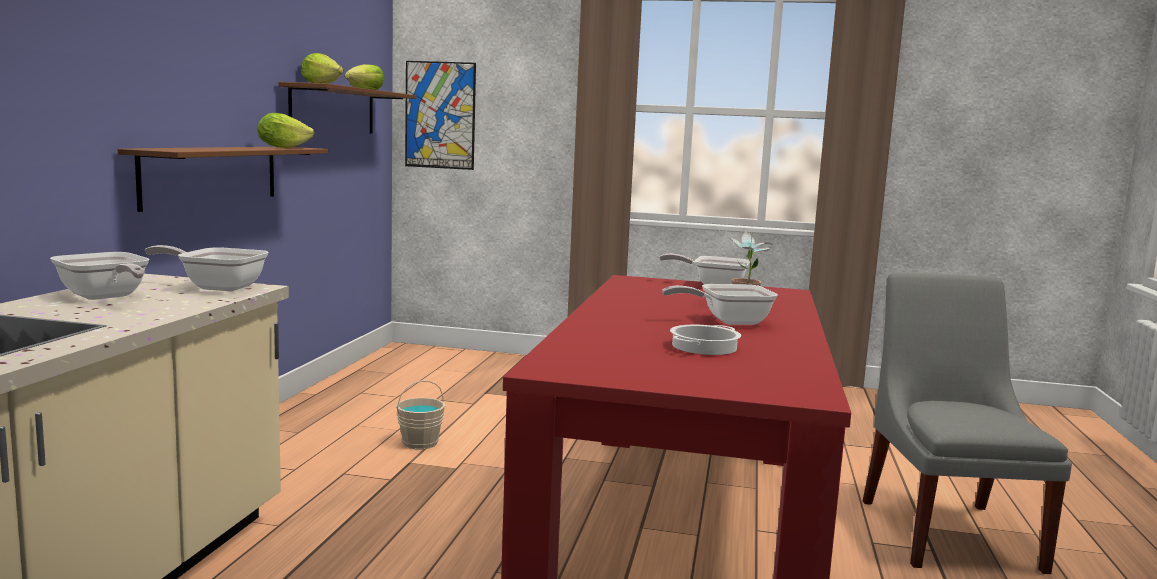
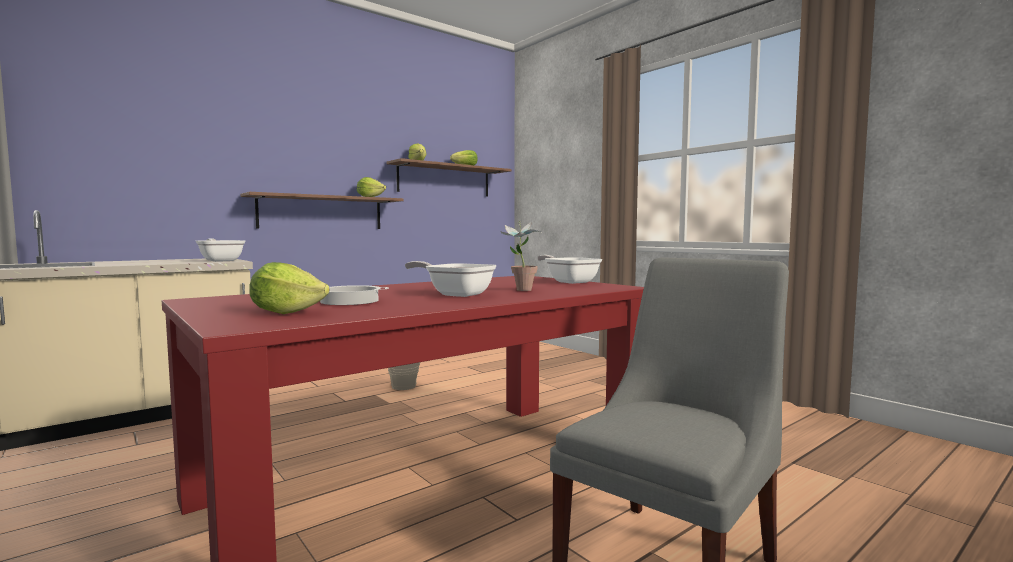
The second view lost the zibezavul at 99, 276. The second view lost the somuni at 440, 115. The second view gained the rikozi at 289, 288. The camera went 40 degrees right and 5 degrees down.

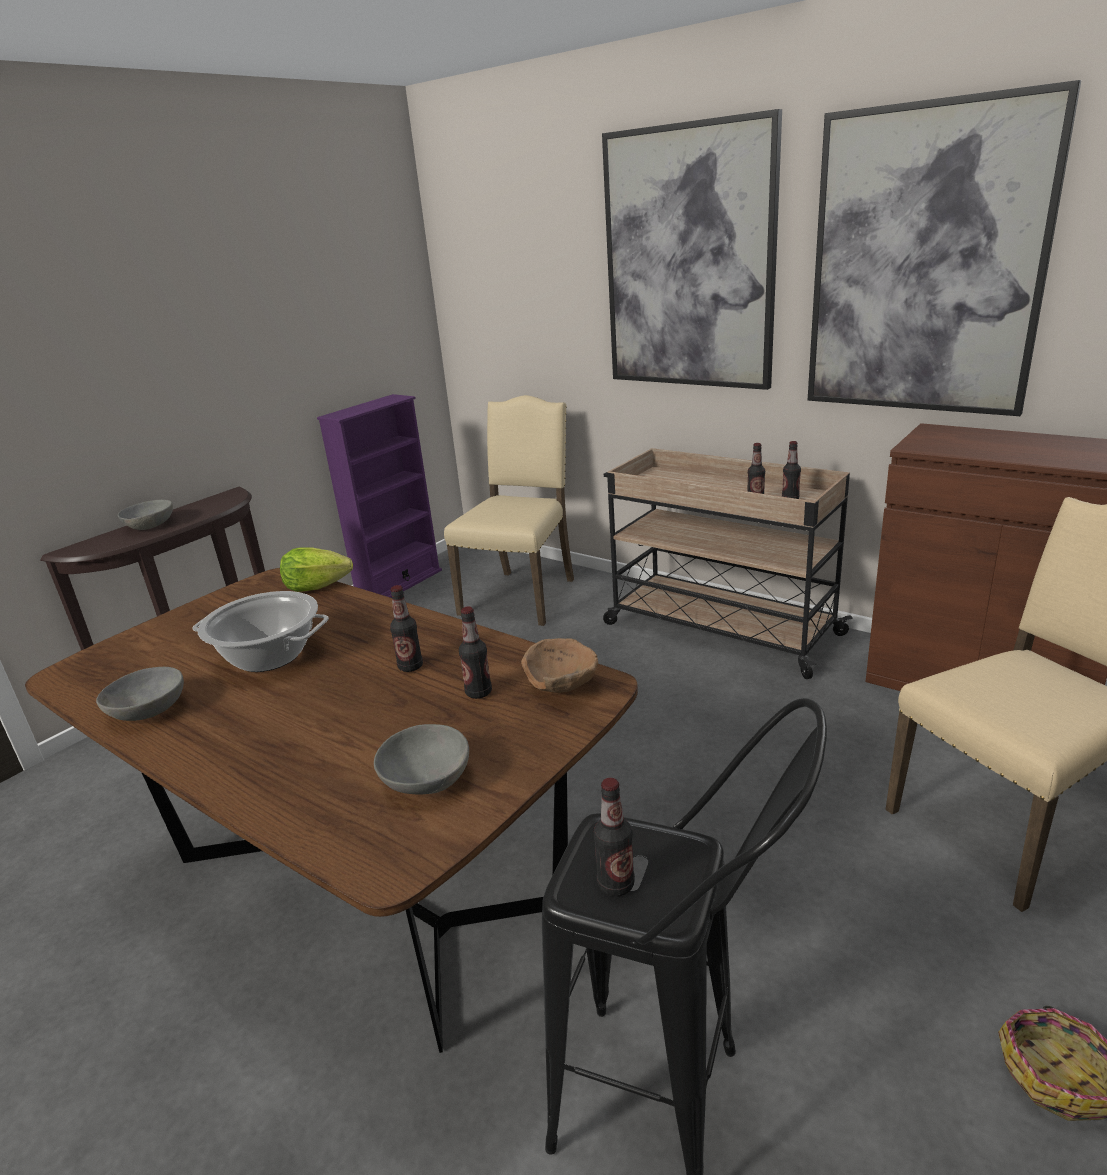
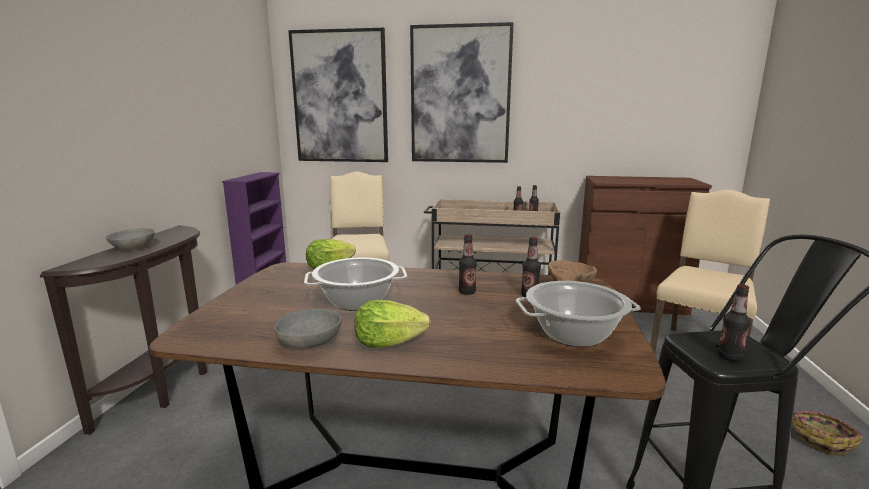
The second view gained the rikozi at 392, 324. The somuni ended up elsewhere, having gone from 944, 248 to 338, 95. Where the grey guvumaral stood at 421, 759, the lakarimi came to stand at 578, 314. The camera went 30 degrees left and 10 degrees down.

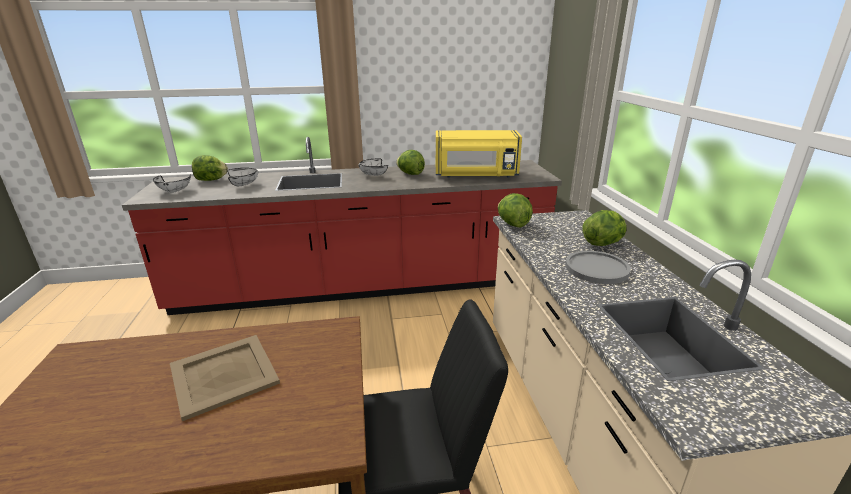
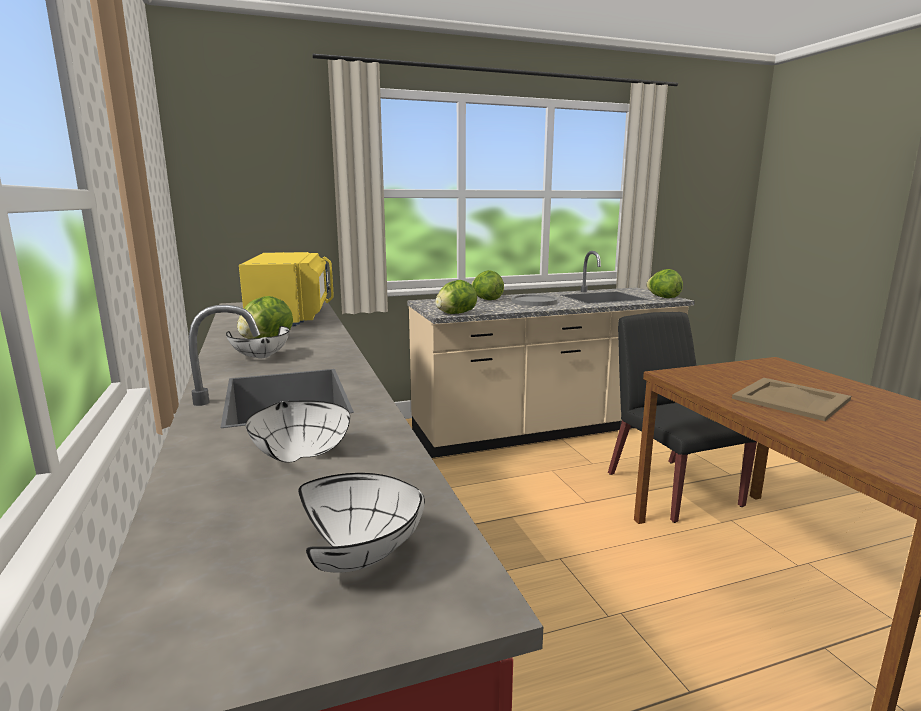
The rikozi ended up elsewhere, having gone from 210, 168 to 664, 283. The camera went 100 degrees left and 10 degrees down.

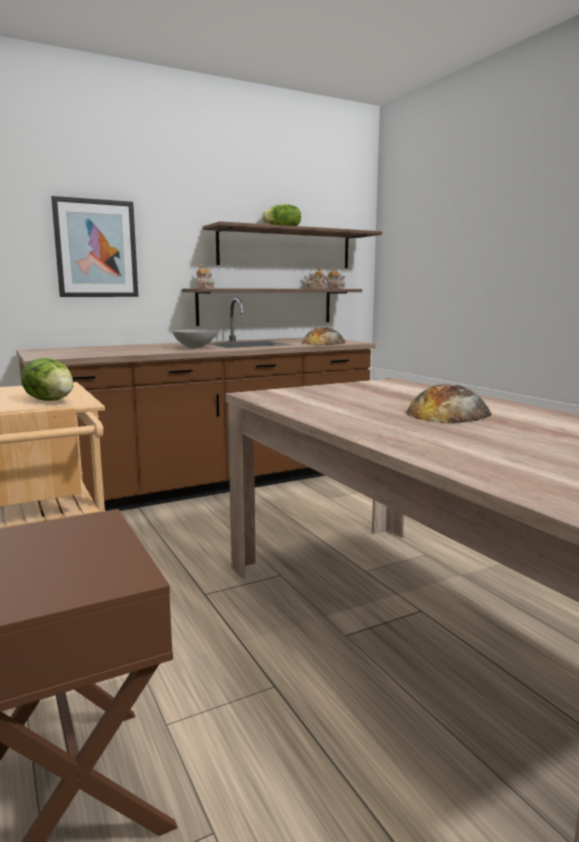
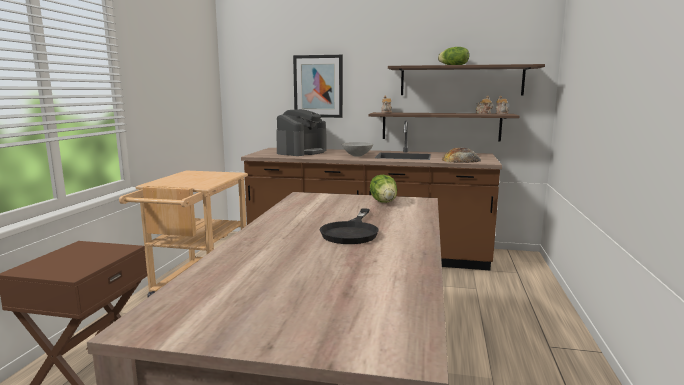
The second view gained the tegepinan at 301, 132. The rikozi ended up elsewhere, having gone from 47, 379 to 383, 189. Where the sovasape stood at 449, 403, the black zibezavul came to stand at 349, 226. The camera went 40 degrees right and 0 degrees up.

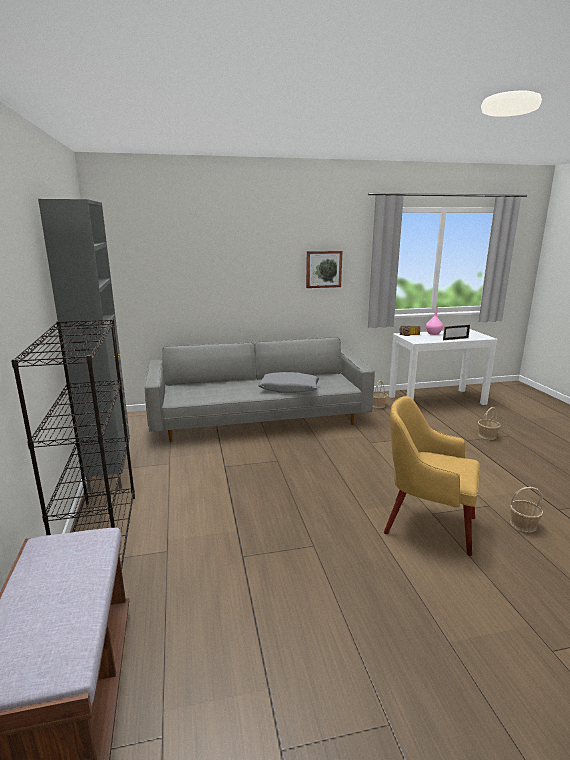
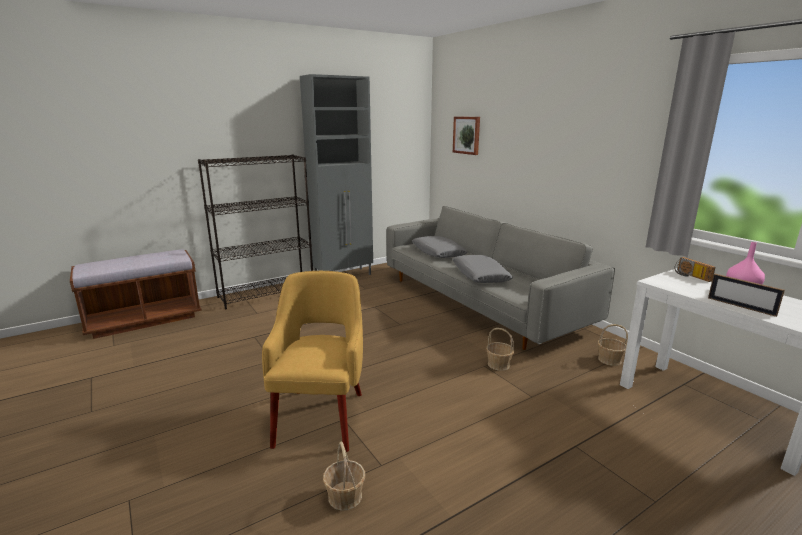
The second view gained the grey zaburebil at 440, 247. The somuni ended up elsewhere, having gone from 324, 269 to 466, 135. The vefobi ended up elsewhere, having gone from 489, 423 to 500, 349. The camera went 70 degrees right and 0 degrees up.

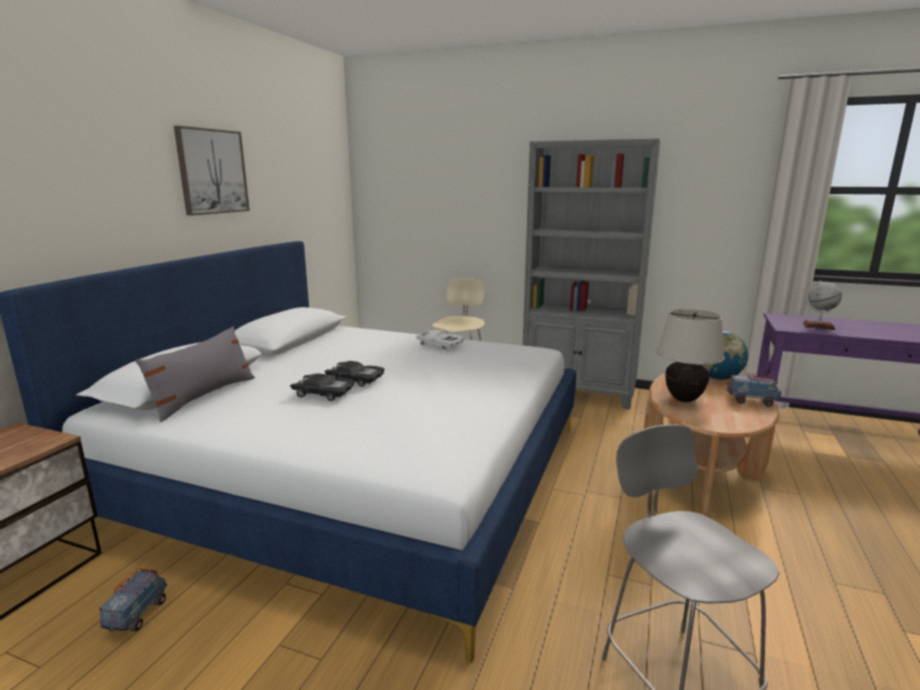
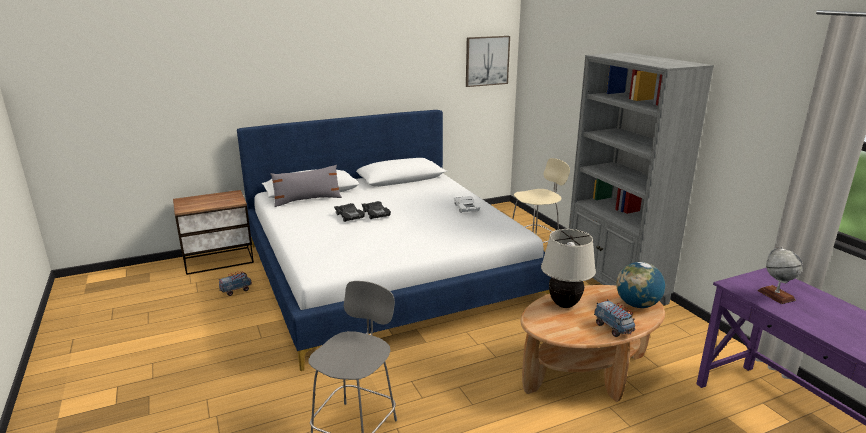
The somuni ended up elsewhere, having gone from 212, 171 to 488, 61. The camera went 45 degrees right and 5 degrees up.

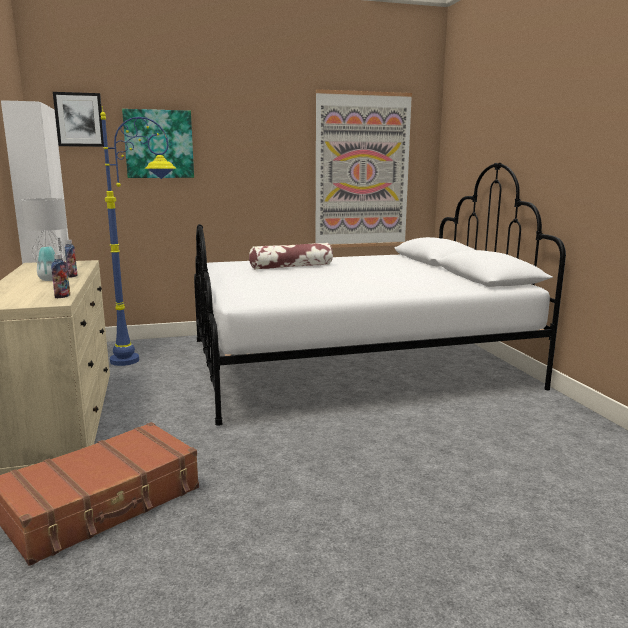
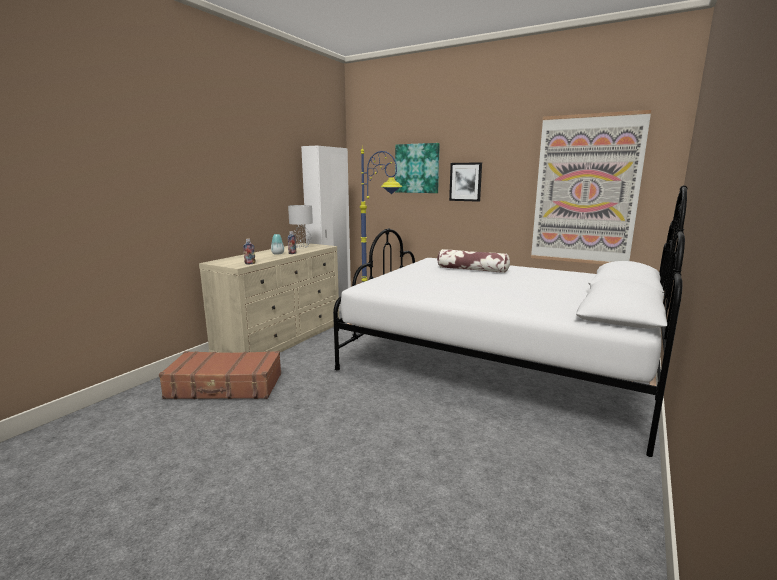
The somuni ended up elsewhere, having gone from 78, 119 to 465, 182. The camera went 45 degrees right and 0 degrees up.

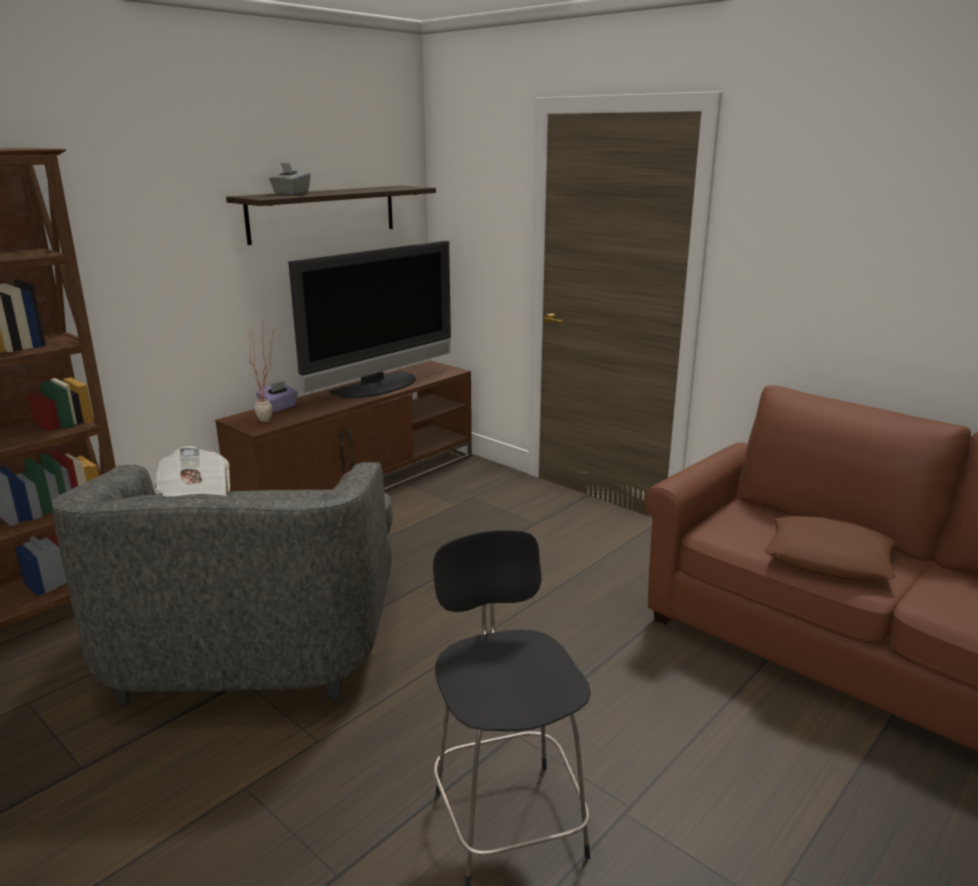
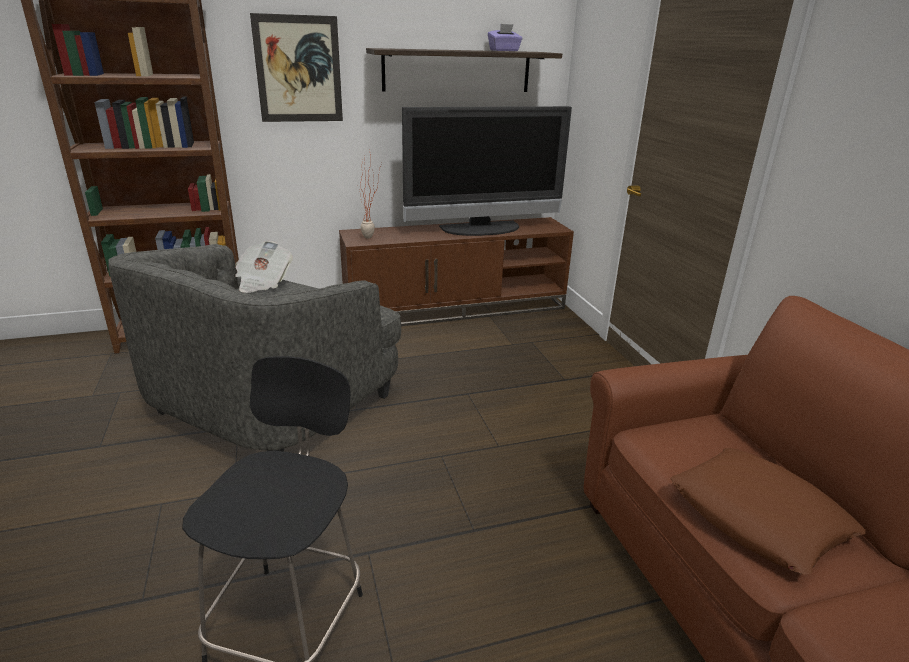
The second view lost the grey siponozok at 289, 179. The second view gained the somuni at 296, 67. The purple siponozok ended up elsewhere, having gone from 277, 397 to 505, 37. The camera went 30 degrees right and 5 degrees up.

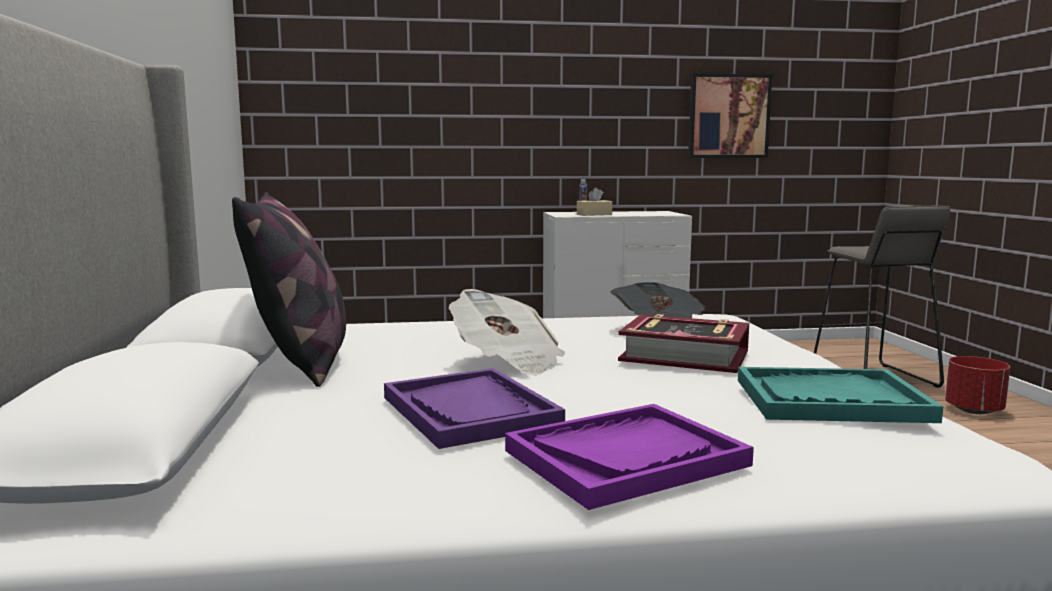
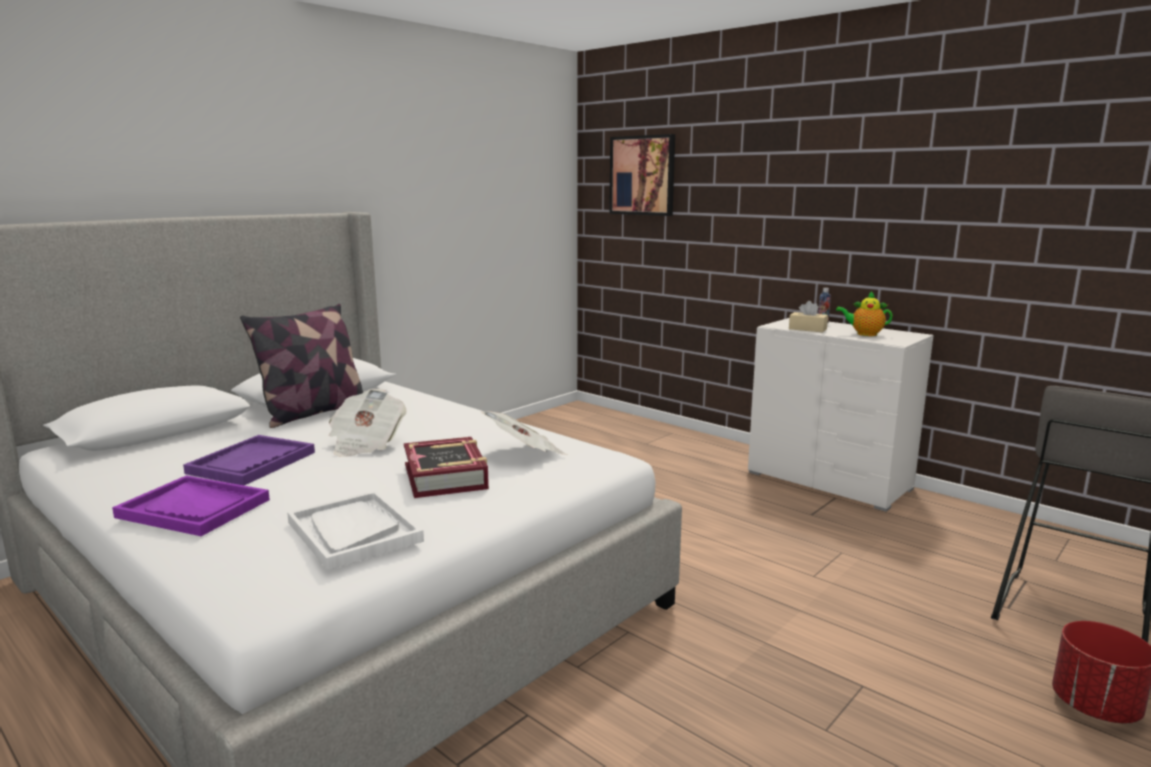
The second view gained the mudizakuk at 864, 314. The somuni ended up elsewhere, having gone from 730, 115 to 642, 175. What was the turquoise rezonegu at 840, 395 turned into the white rezonegu at 355, 530. The camera went 50 degrees right and 5 degrees up.

